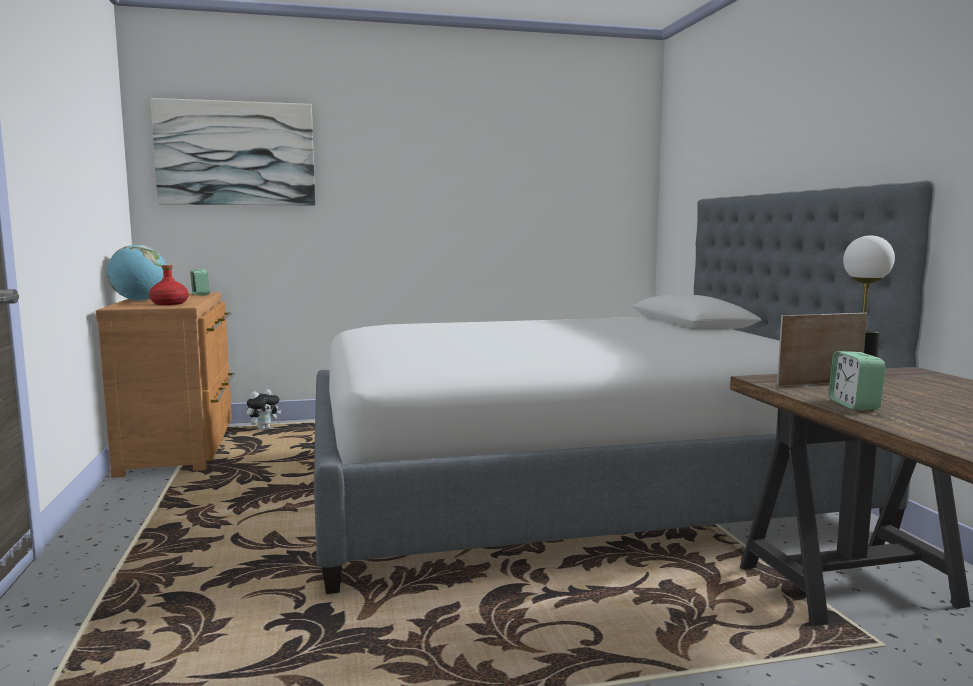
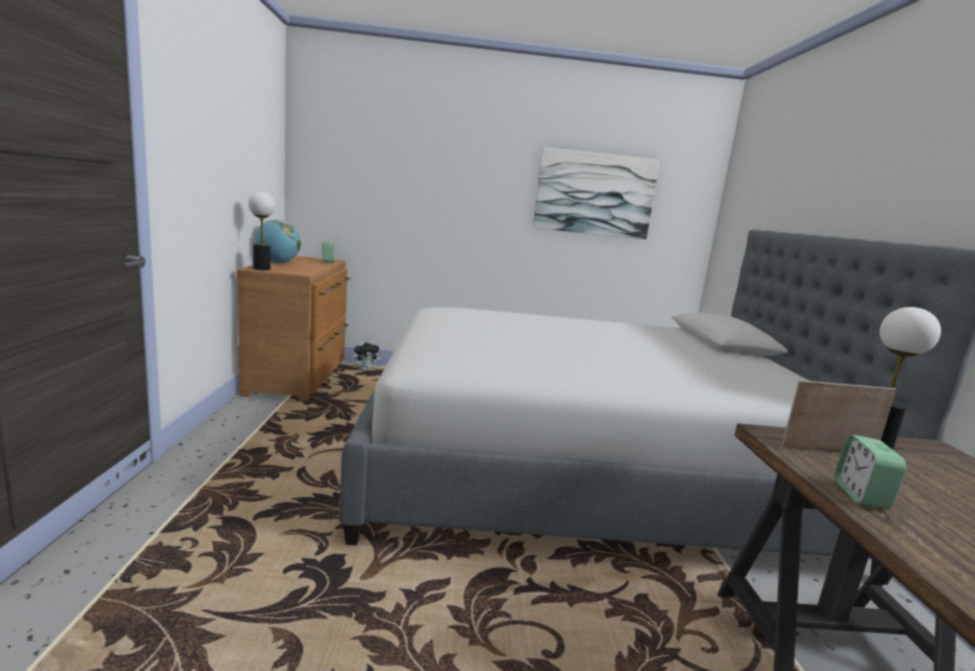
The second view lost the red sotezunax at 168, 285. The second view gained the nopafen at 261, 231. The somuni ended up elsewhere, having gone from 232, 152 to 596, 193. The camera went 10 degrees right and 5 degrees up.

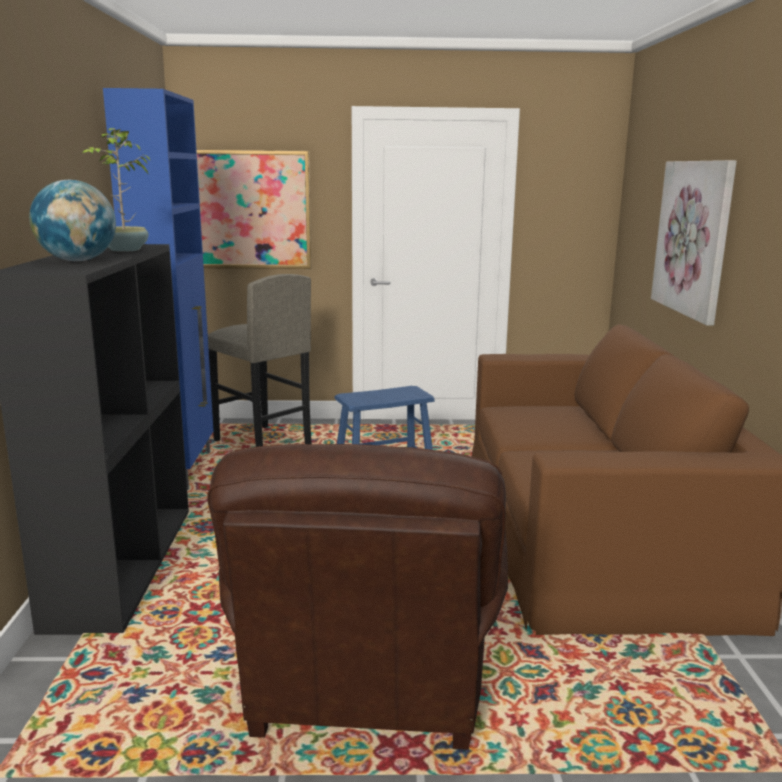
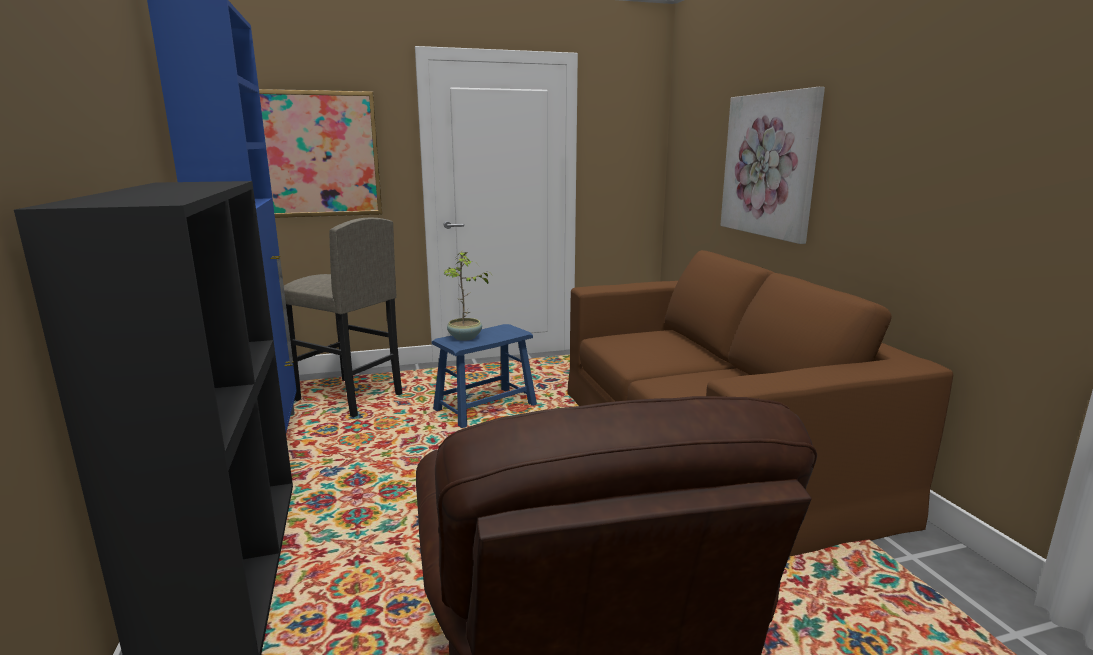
The second view lost the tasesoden at 72, 220. The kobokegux ended up elsewhere, having gone from 116, 190 to 465, 296. The camera went 15 degrees left and 0 degrees up.

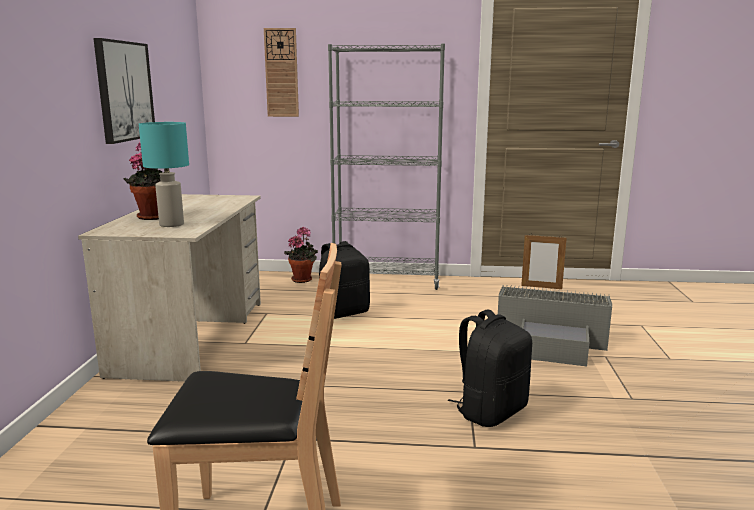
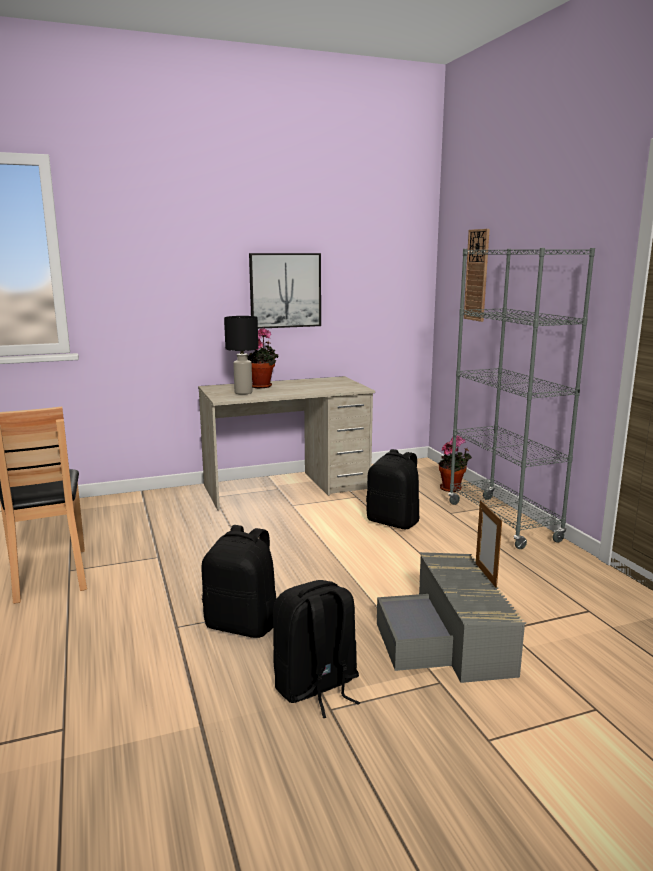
The second view gained the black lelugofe at 316, 649. What was the turquoise nopafen at 164, 174 turned into the black nopafen at 241, 355. The camera went 65 degrees right and 0 degrees up.

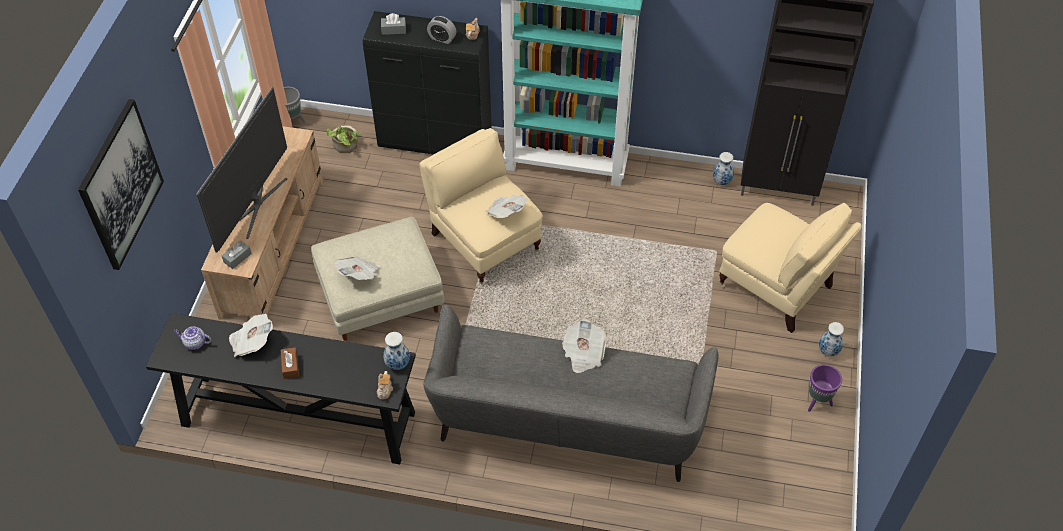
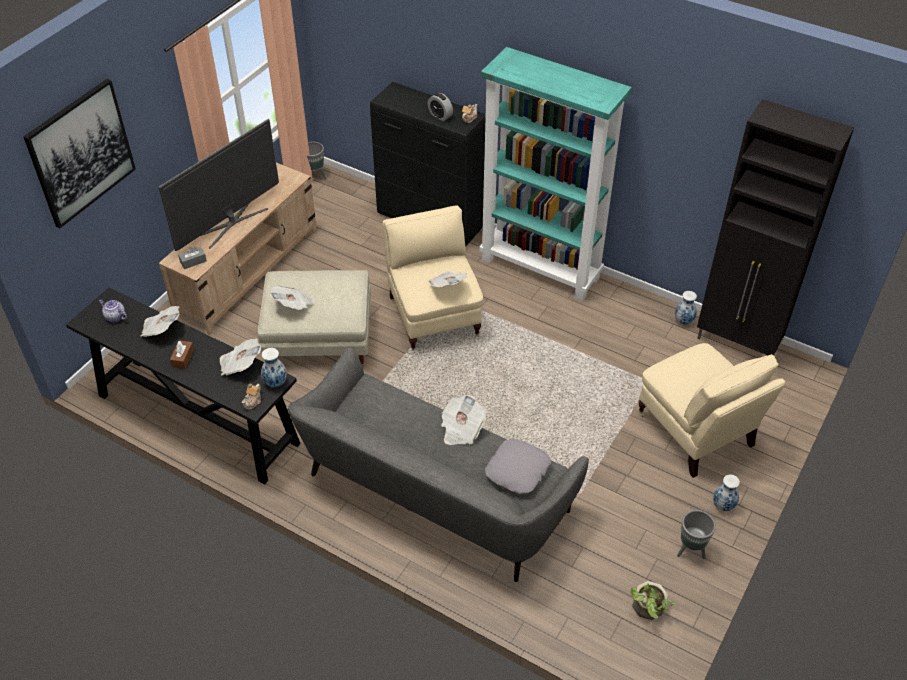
The second view lost the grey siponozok at 393, 24. The second view gained the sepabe at 240, 357. The second view gained the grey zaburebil at 518, 466. The kobokegux ended up elsewhere, having gone from 343, 139 to 652, 600. What was the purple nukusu at 825, 388 turned into the grey nukusu at 696, 534. The camera went 20 degrees right and 5 degrees down.

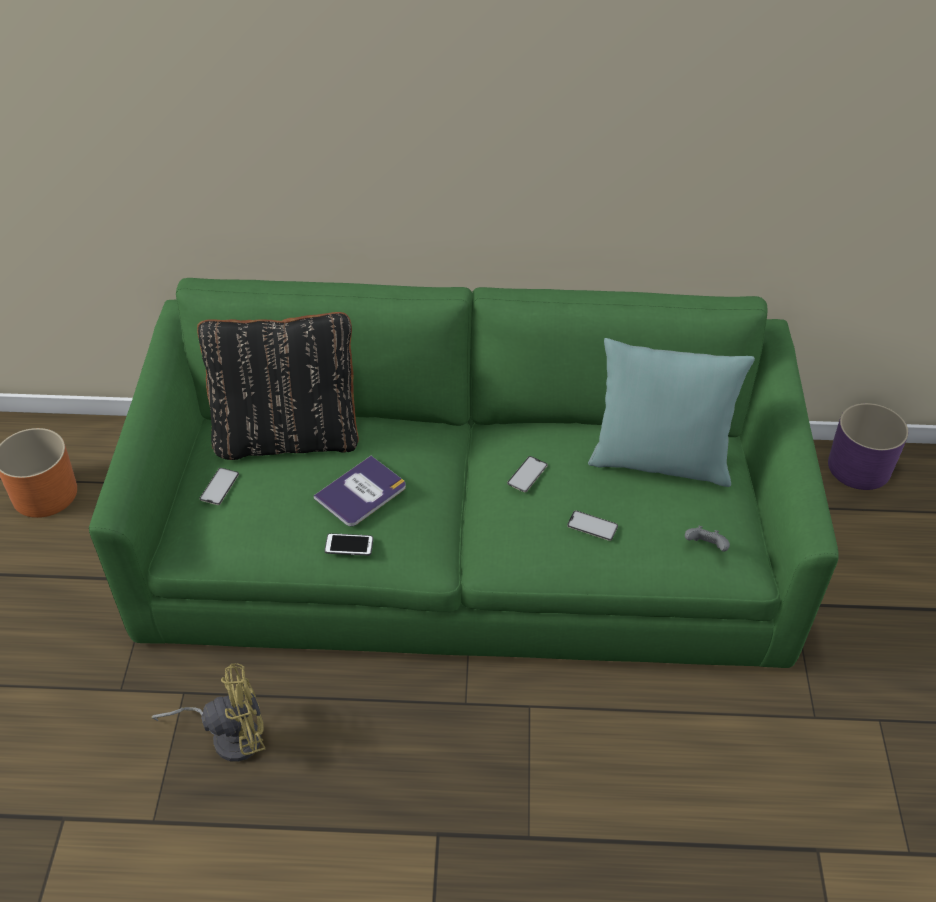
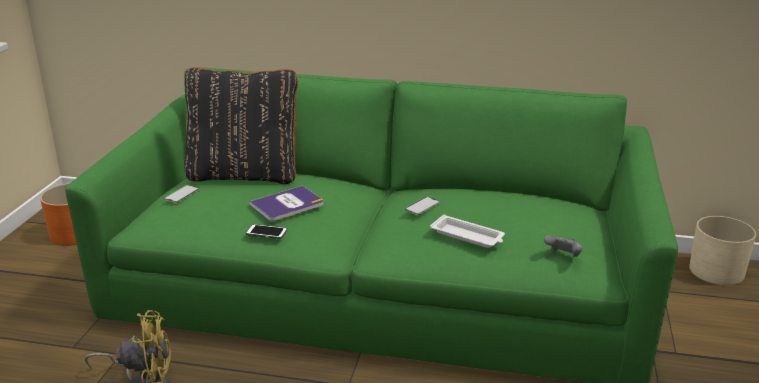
The second view lost the turquoise zaburebil at 671, 412. Where the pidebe stood at 592, 525, the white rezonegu came to stand at 467, 231. What was the purple nukusu at 868, 446 turned into the beige nukusu at 722, 250. The camera went 10 degrees right and 20 degrees down.

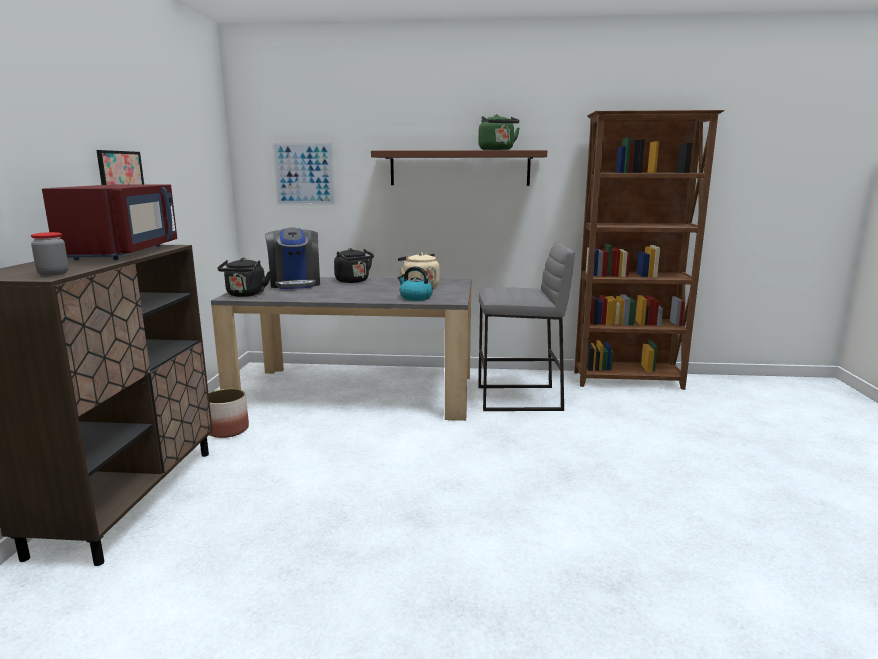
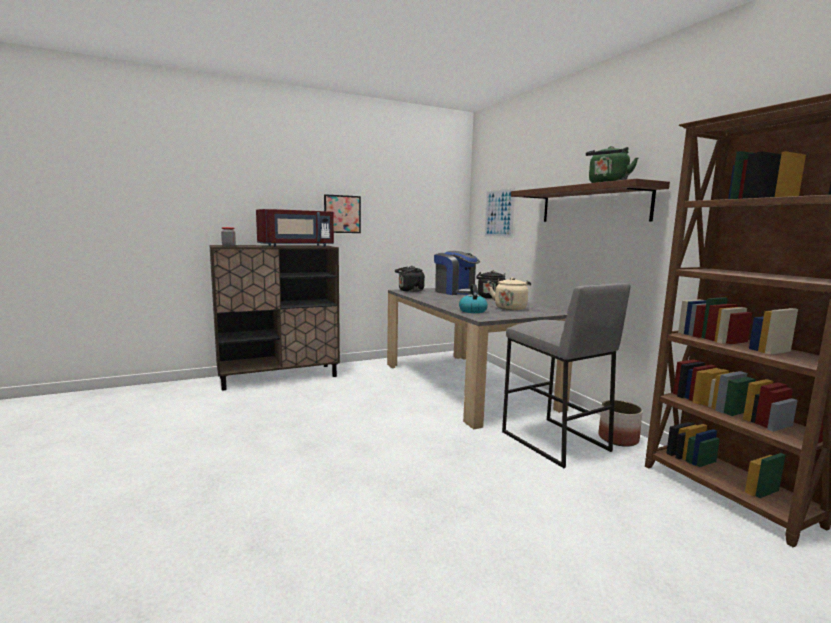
The nukusu ended up elsewhere, having gone from 228, 413 to 621, 423. The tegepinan at 292, 258 ended up facing another way, 90 degrees counterclockwise from before. The camera went 60 degrees right and 5 degrees down.

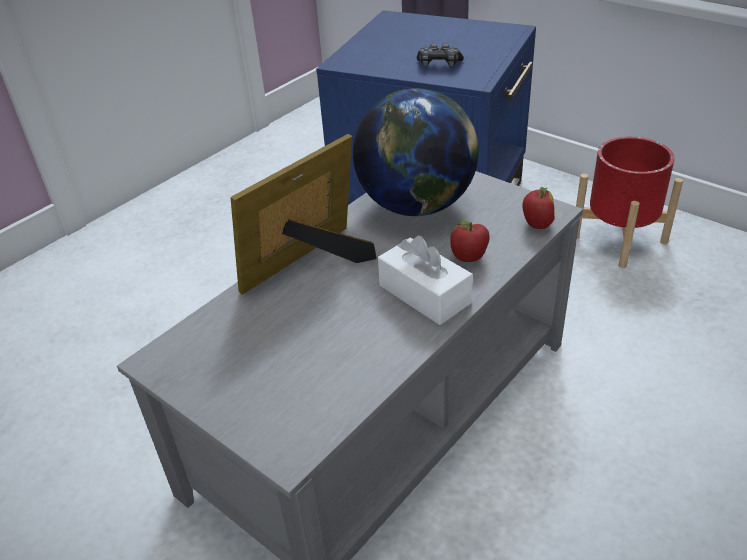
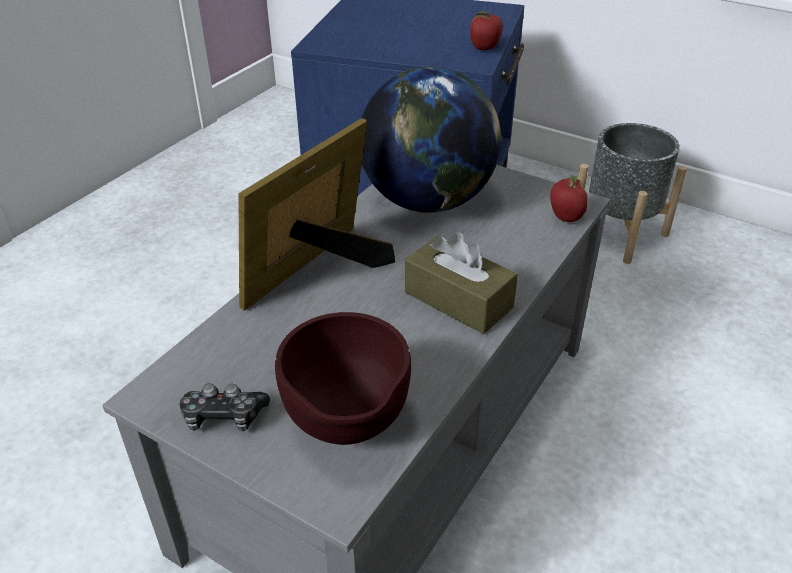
The second view gained the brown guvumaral at 343, 378. The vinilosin ended up elsewhere, having gone from 440, 55 to 225, 407. The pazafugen ended up elsewhere, having gone from 470, 241 to 486, 30. What was the white siponozok at 425, 280 turned into the brown siponozok at 461, 283. What was the red nukusu at 629, 202 turned into the grey nukusu at 632, 193. The camera went 10 degrees left and 0 degrees up.

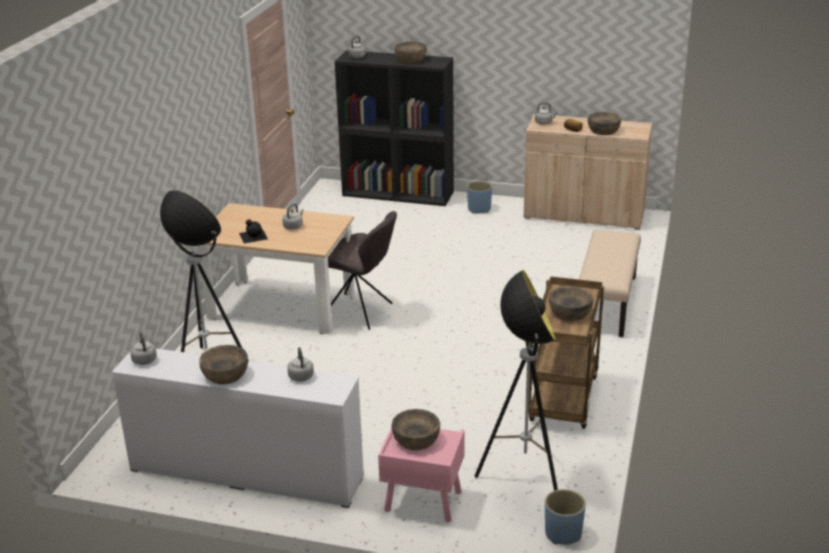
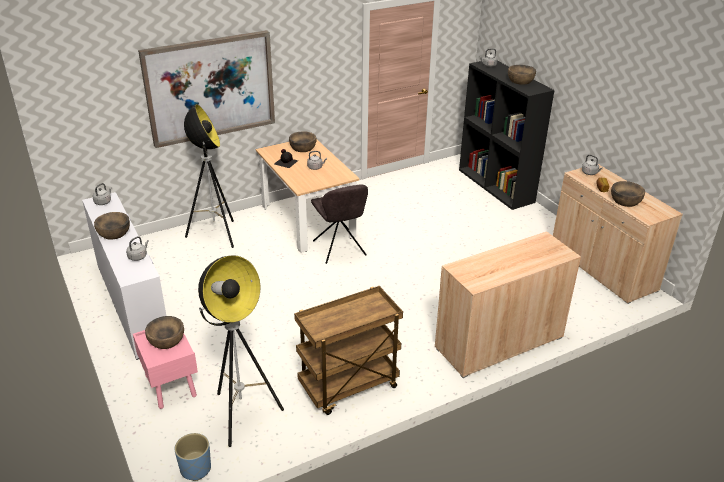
The second view lost the blue nukusu at 479, 197. The second view gained the somuni at 206, 89. The brown guvumaral ended up elsewhere, having gone from 571, 303 to 303, 141. Where the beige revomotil stood at 610, 283, the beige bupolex came to stand at 508, 305. The camera went 45 degrees right and 5 degrees up.

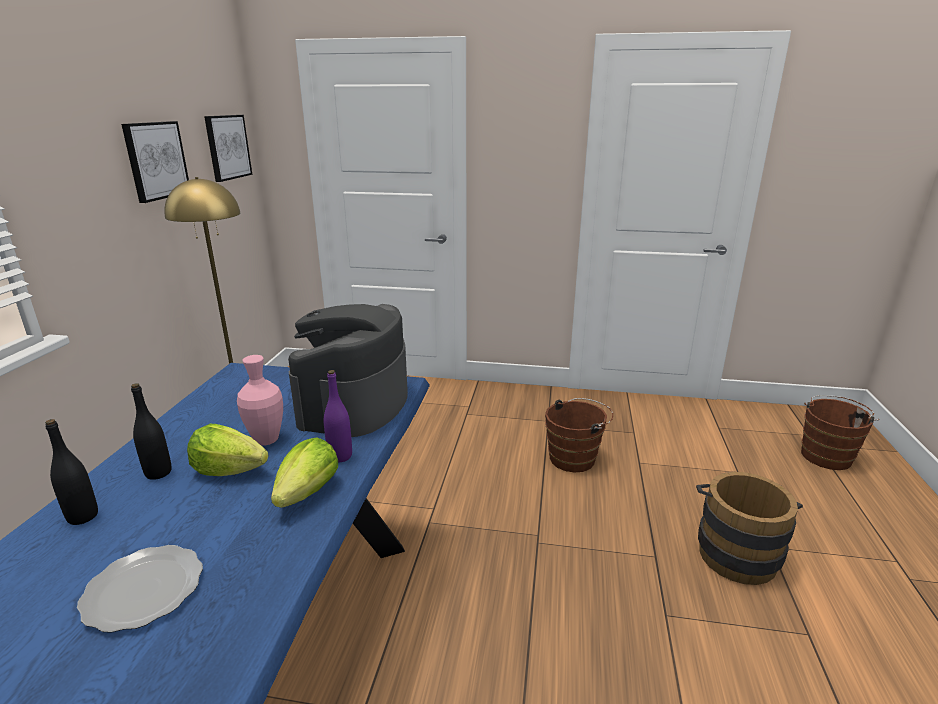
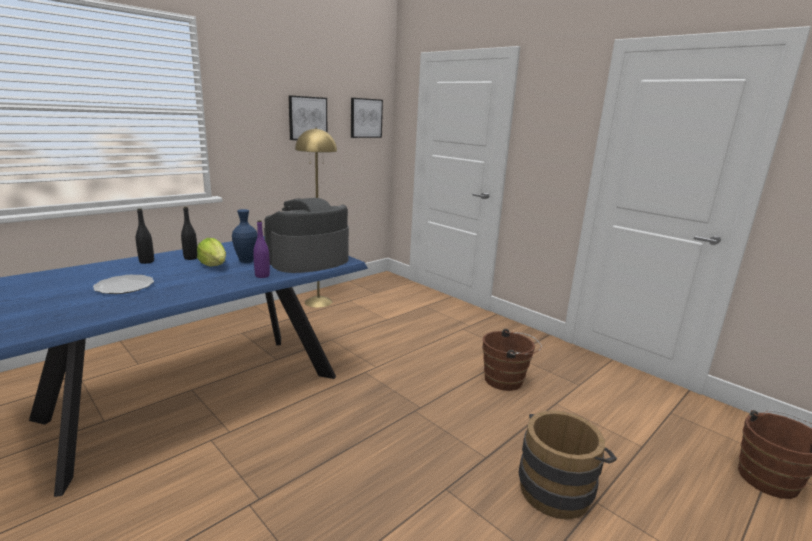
The second view lost the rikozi at 304, 473. What was the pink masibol at 260, 400 turned into the blue masibol at 245, 236. The camera went 35 degrees right and 5 degrees down.

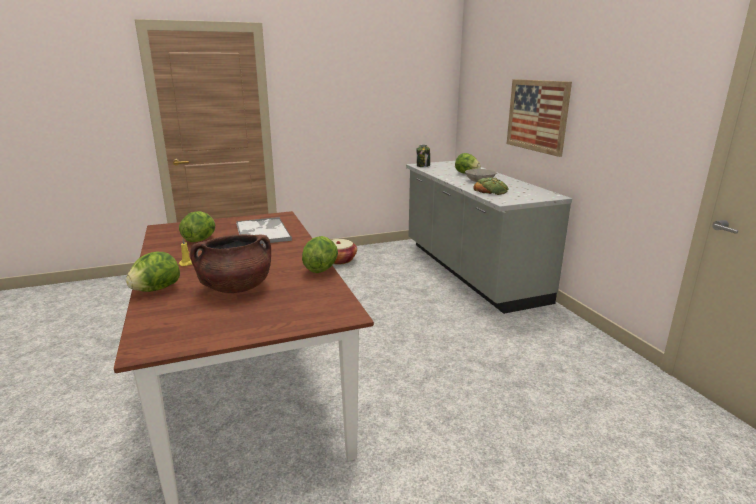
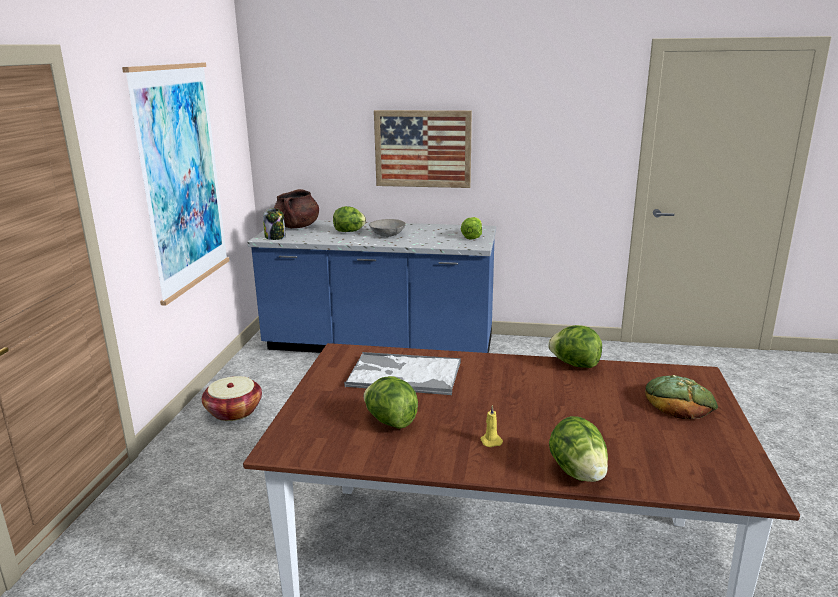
The second view gained the somuni at 176, 184. The second view gained the rikozi at 471, 228. The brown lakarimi ended up elsewhere, having gone from 230, 263 to 296, 208. The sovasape ended up elsewhere, having gone from 490, 186 to 681, 397. What was the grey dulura at 489, 237 turned into the blue dulura at 371, 286. The camera went 60 degrees left and 0 degrees up.

